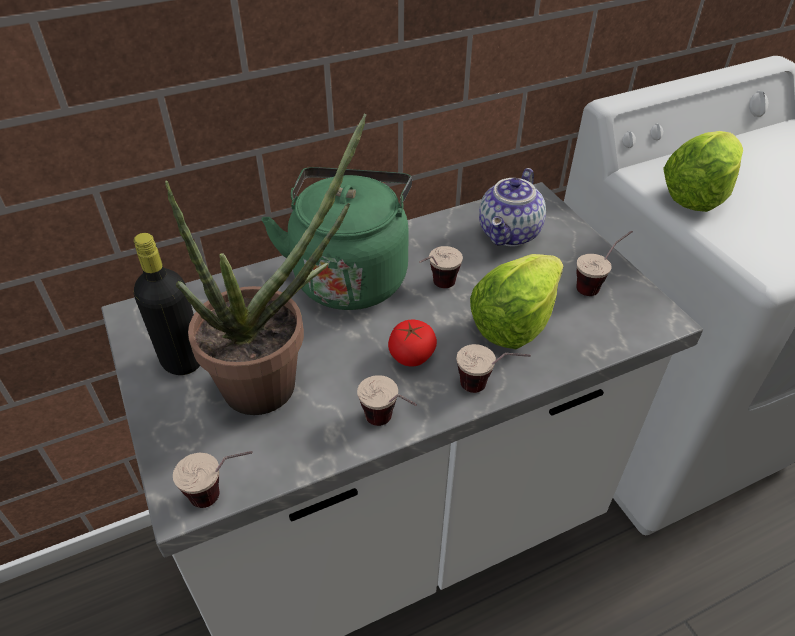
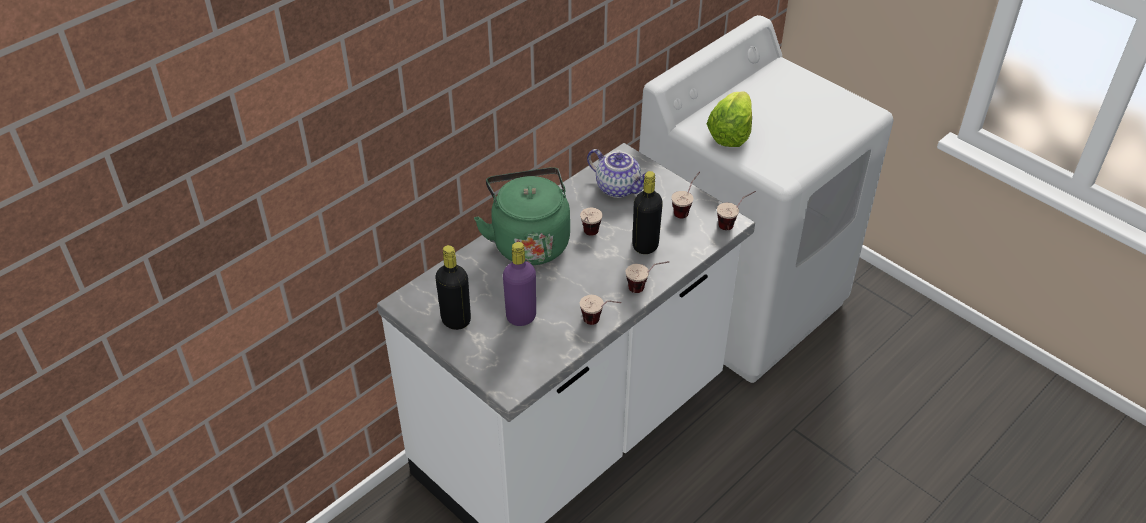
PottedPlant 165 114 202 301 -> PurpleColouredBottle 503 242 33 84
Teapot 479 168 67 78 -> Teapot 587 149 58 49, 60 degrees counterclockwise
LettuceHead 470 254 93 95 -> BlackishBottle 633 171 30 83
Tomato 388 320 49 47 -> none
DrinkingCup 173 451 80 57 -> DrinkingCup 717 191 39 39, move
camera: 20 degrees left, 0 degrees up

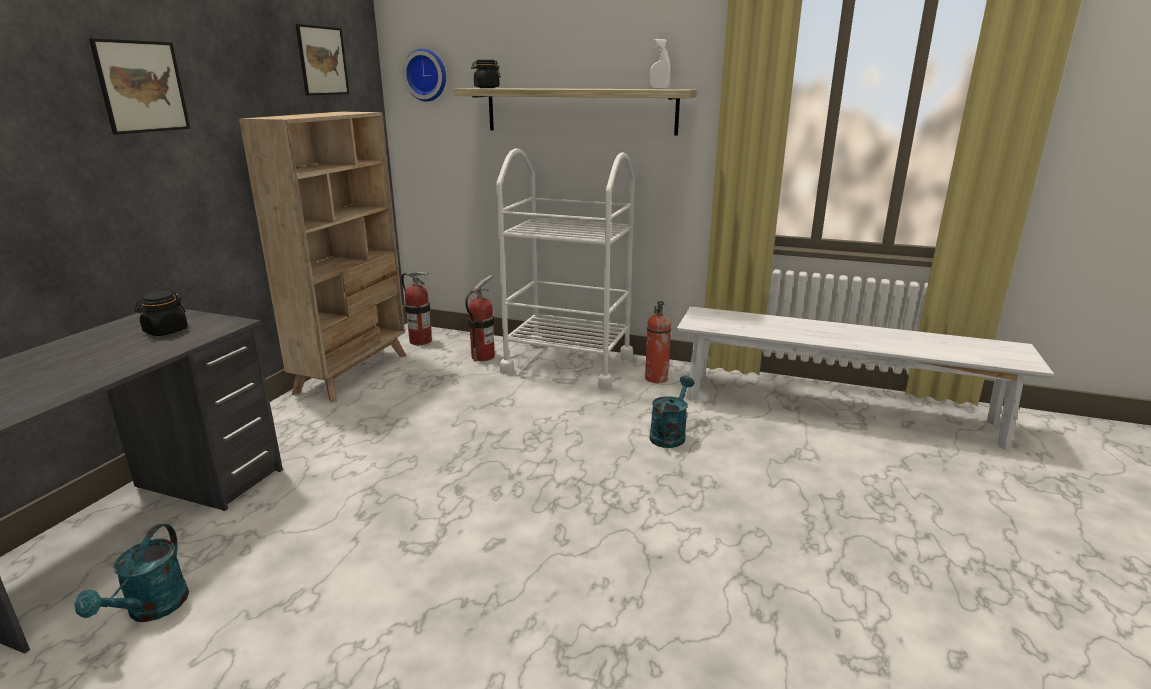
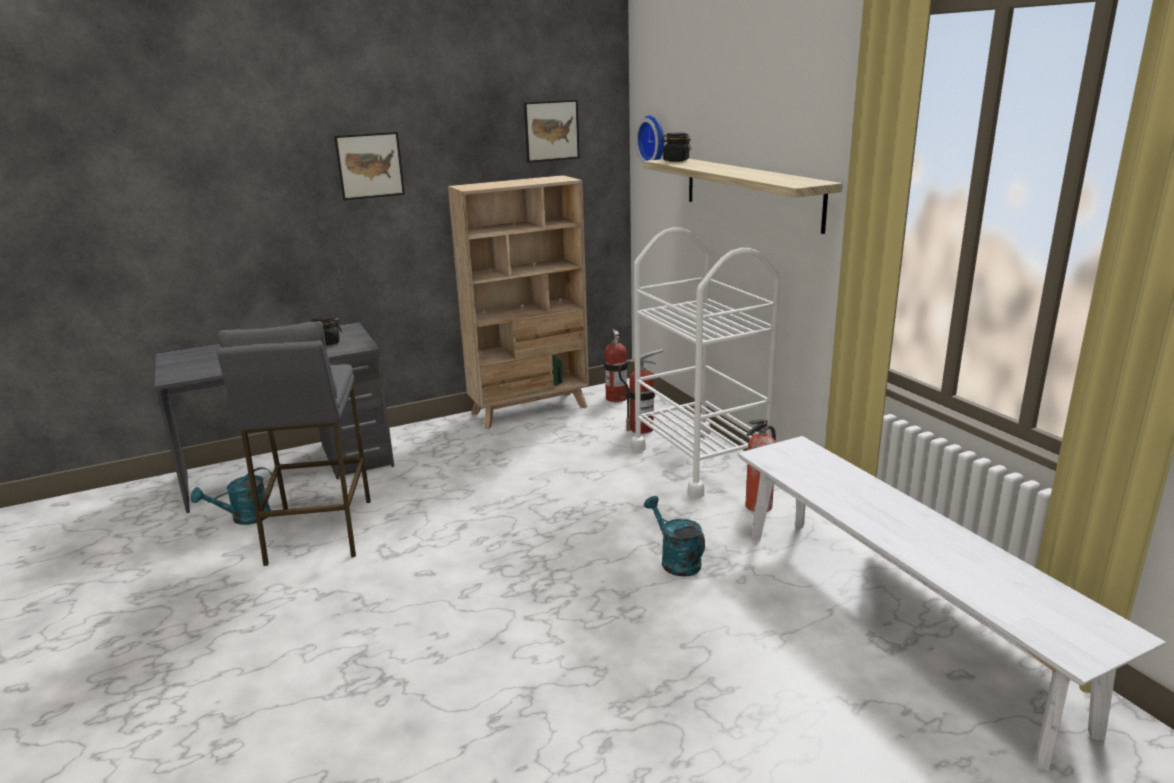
WhitishSprayBottle 650 39 20 50 -> none
BlueGreenWateringCan 650 376 45 72 -> BlueGreenWateringCan 644 496 61 81, 105 degrees counterclockwise
none -> GrayStoolSeat 217 321 154 245
camera: 45 degrees right, 0 degrees up

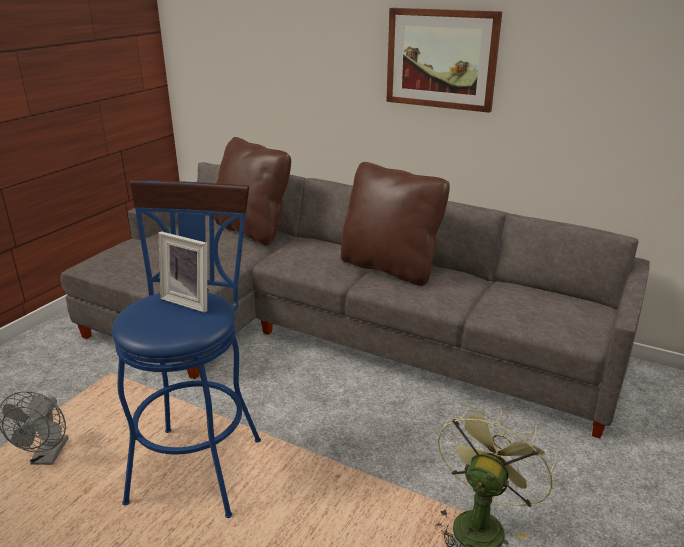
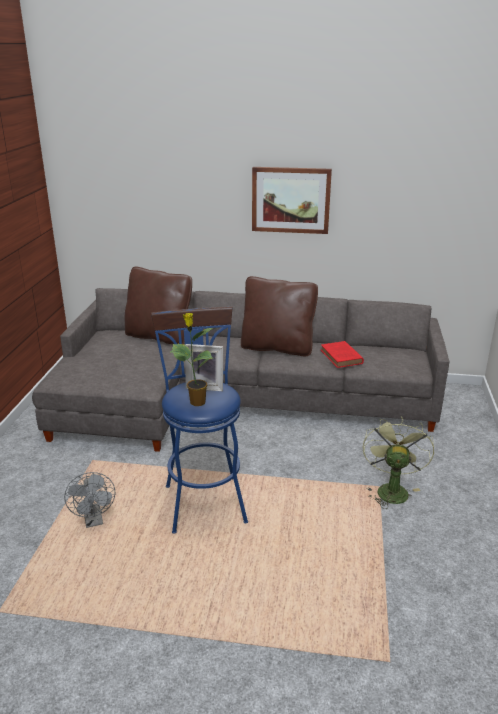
none -> PottedPlant 170 313 45 93
none -> RedBoundBook 321 341 43 27
camera: 20 degrees left, 0 degrees up

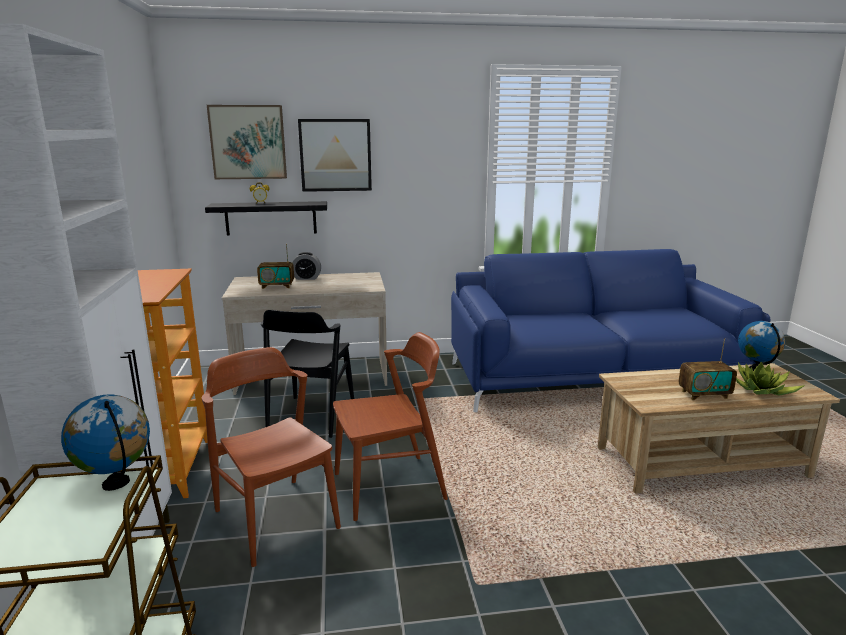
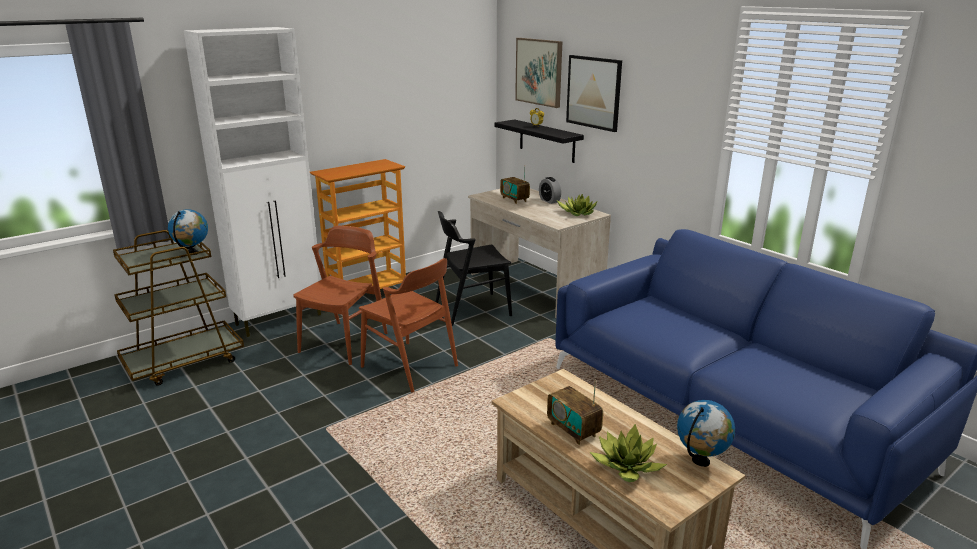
none -> PottedPlant 557 194 41 22
camera: 60 degrees right, 5 degrees up

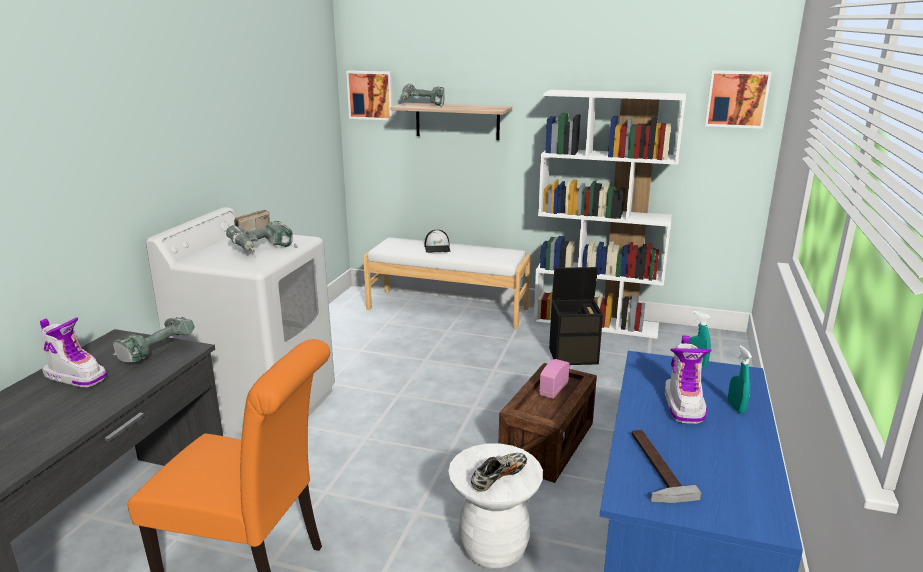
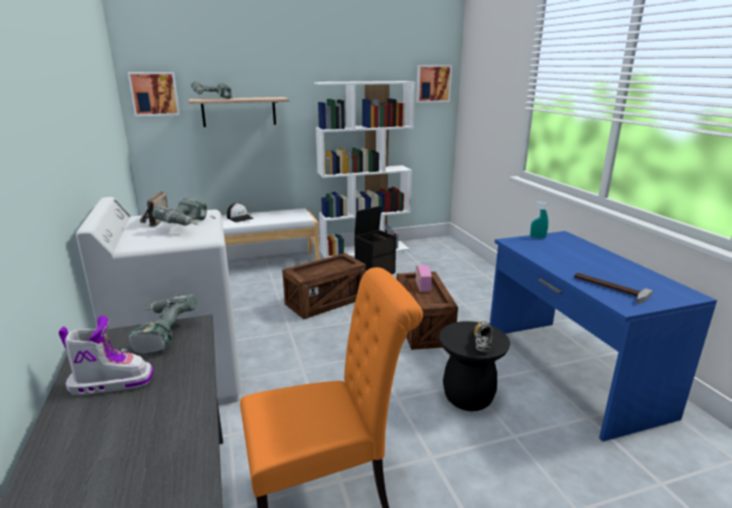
HighTopBoot 665 335 47 89 -> none
BlueGreenSprayBottle 728 346 24 68 -> none
WhitishStoolSeat 448 443 95 126 -> BlackishStoolSeat 439 321 71 90
none -> PackingCrate 282 253 84 66
camera: 35 degrees left, 0 degrees up

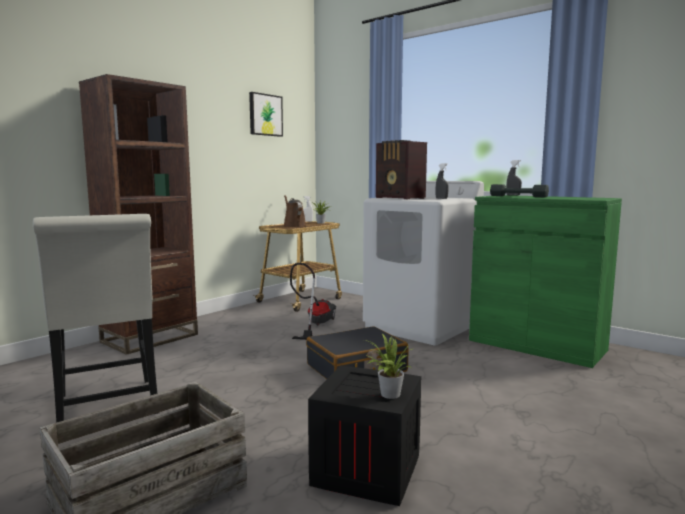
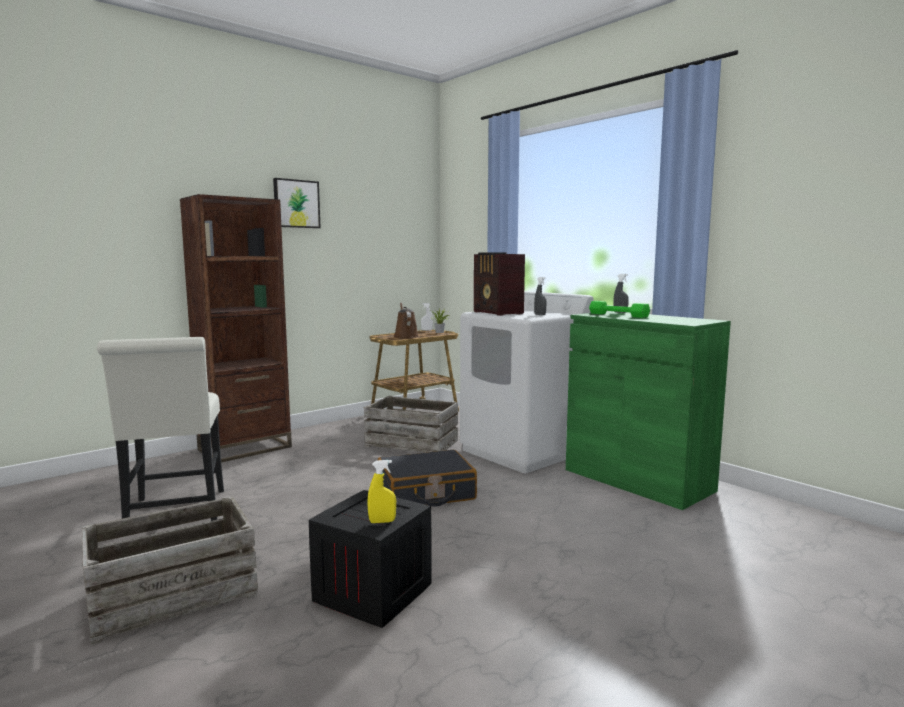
Picture 249 92 34 45 -> Picture 273 178 48 50, move
GrayDumbbell 490 184 59 13 -> GreenColouredDumbbell 589 301 61 17
Vacuum 290 263 46 77 -> PackingCrate 364 396 94 57
PottedPlant 364 334 48 65 -> YellowishSprayBottle 367 460 29 63
camera: 10 degrees right, 0 degrees up

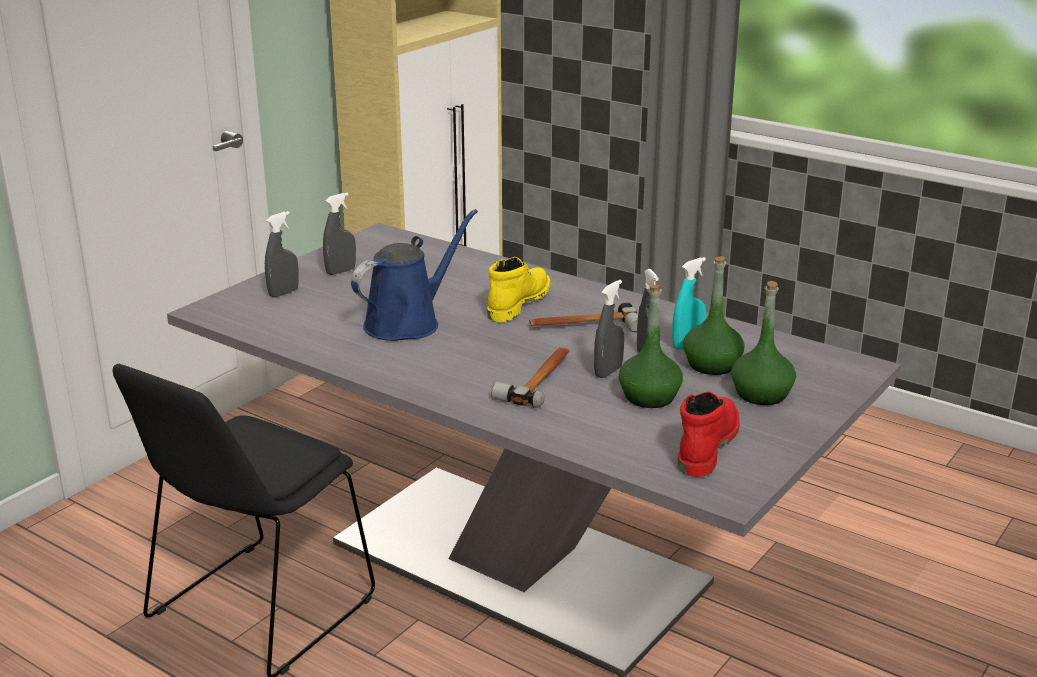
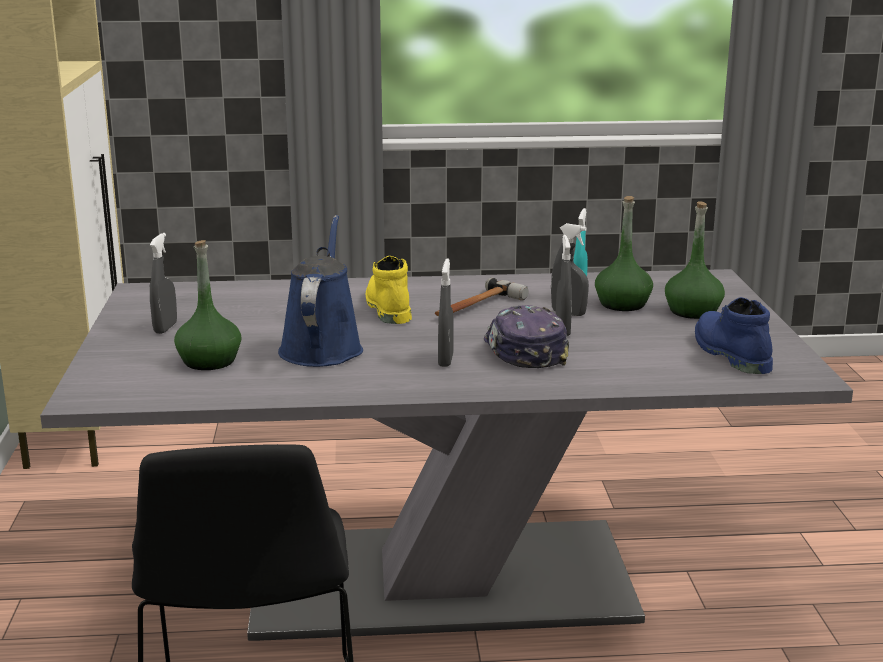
GraySprayBottle 265 211 34 87 -> GraySprayBottle 438 258 16 109, move
GreenColouredBottle 619 285 64 123 -> GreenColouredBottle 174 240 67 130, move
HandHammer 491 347 78 61 -> Cap 484 305 85 63
RedHighTopBoot 678 391 62 86 -> BluishHighTopBoot 695 297 78 77
camera: 40 degrees left, 5 degrees down

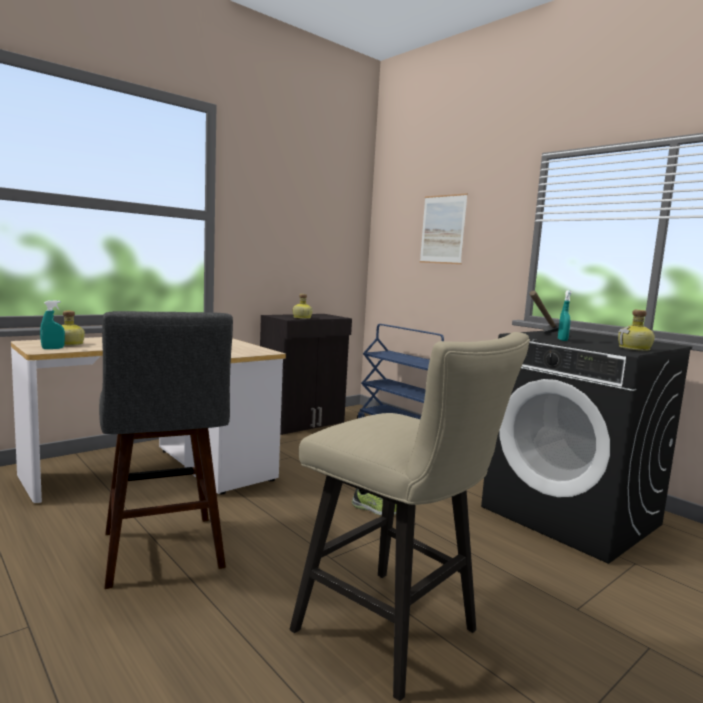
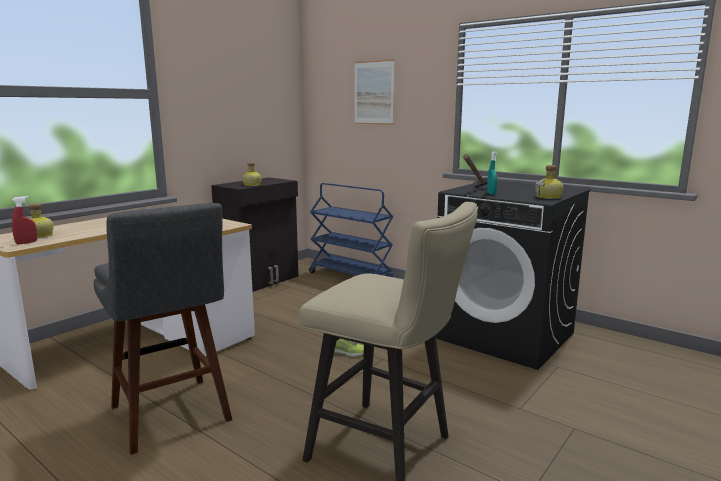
BlueGreenSprayBottle 40 300 25 49 -> RedSprayBottle 12 196 25 48
camera: 10 degrees left, 5 degrees up

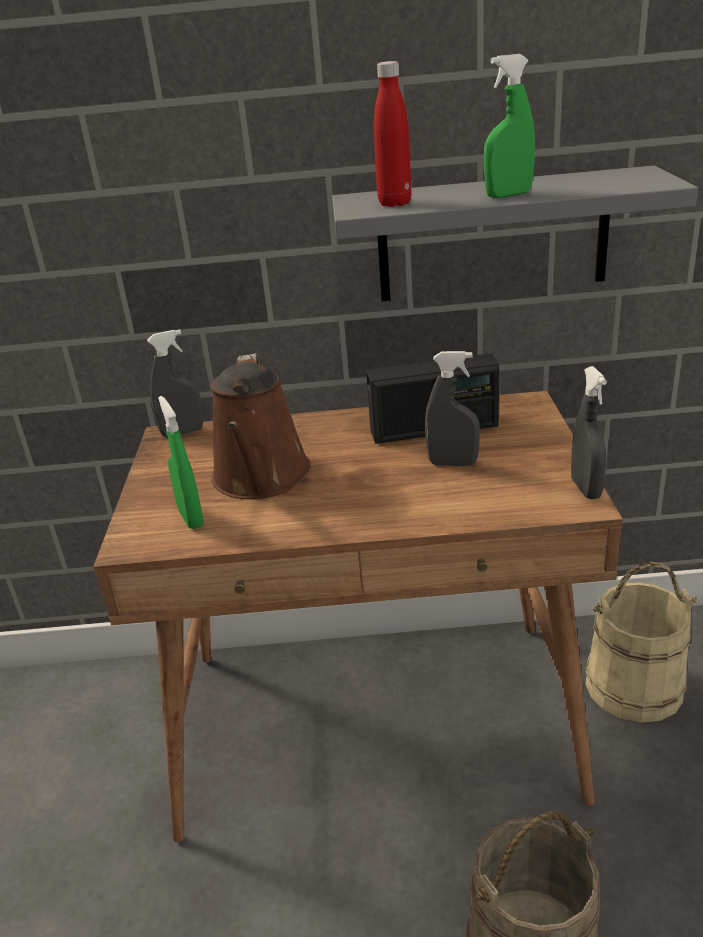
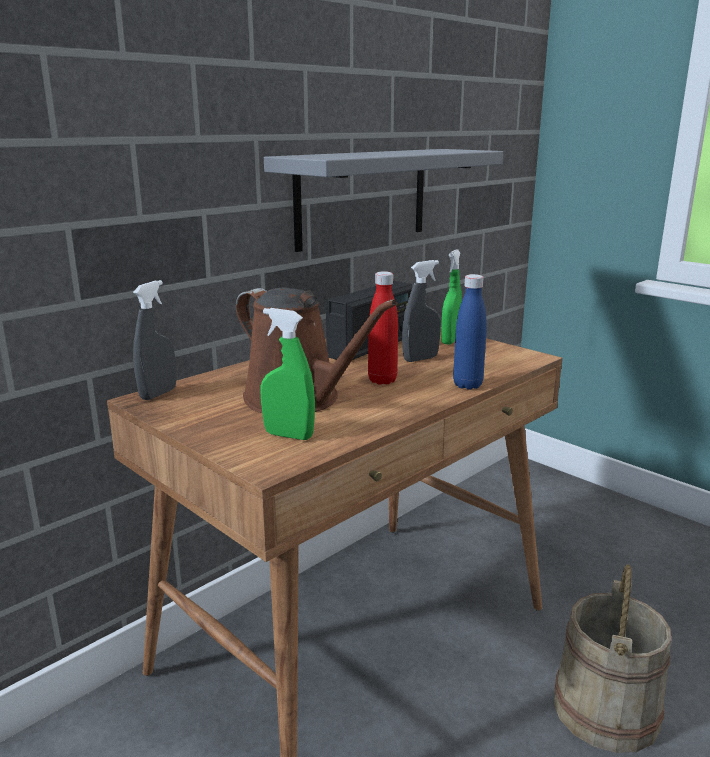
GreenColouredSprayBottle 484 54 51 144 -> GreenColouredSprayBottle 441 249 21 96, move
RedBottle 374 61 38 146 -> RedBottle 368 271 30 114, move
GraySprayBottle 571 366 36 133 -> none
BeigeBucket 585 562 113 161 -> none
none -> BluishBottle 453 274 34 116
camera: 45 degrees left, 10 degrees down

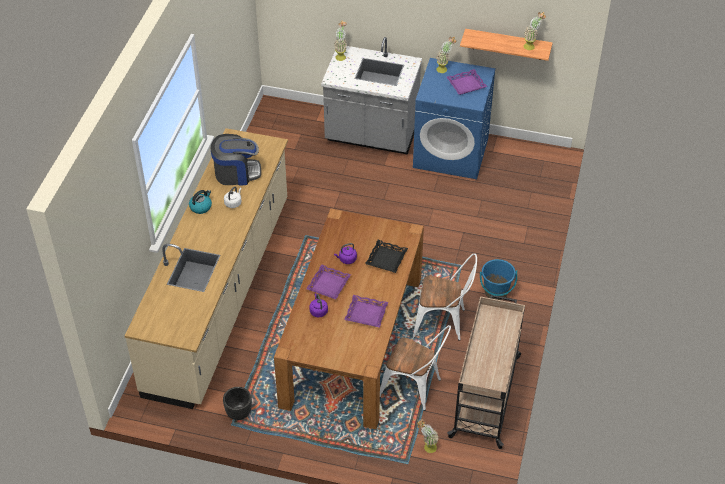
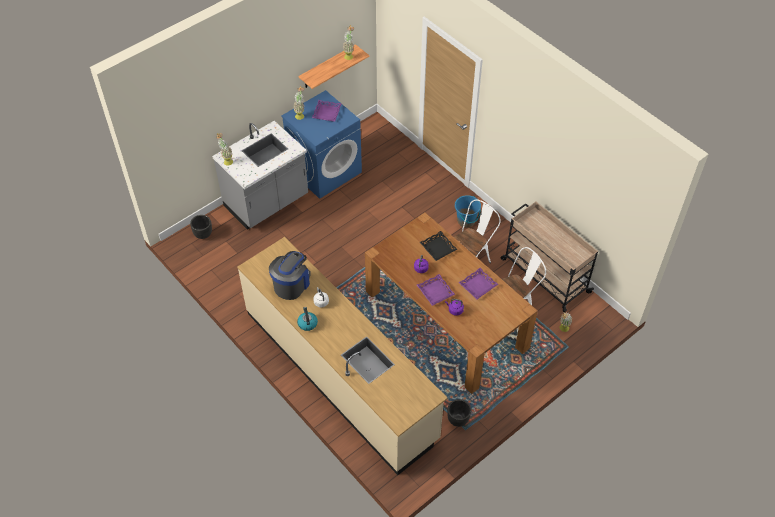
none -> BlackishFlowerPot 190 215 22 24
camera: 55 degrees left, 5 degrees up

